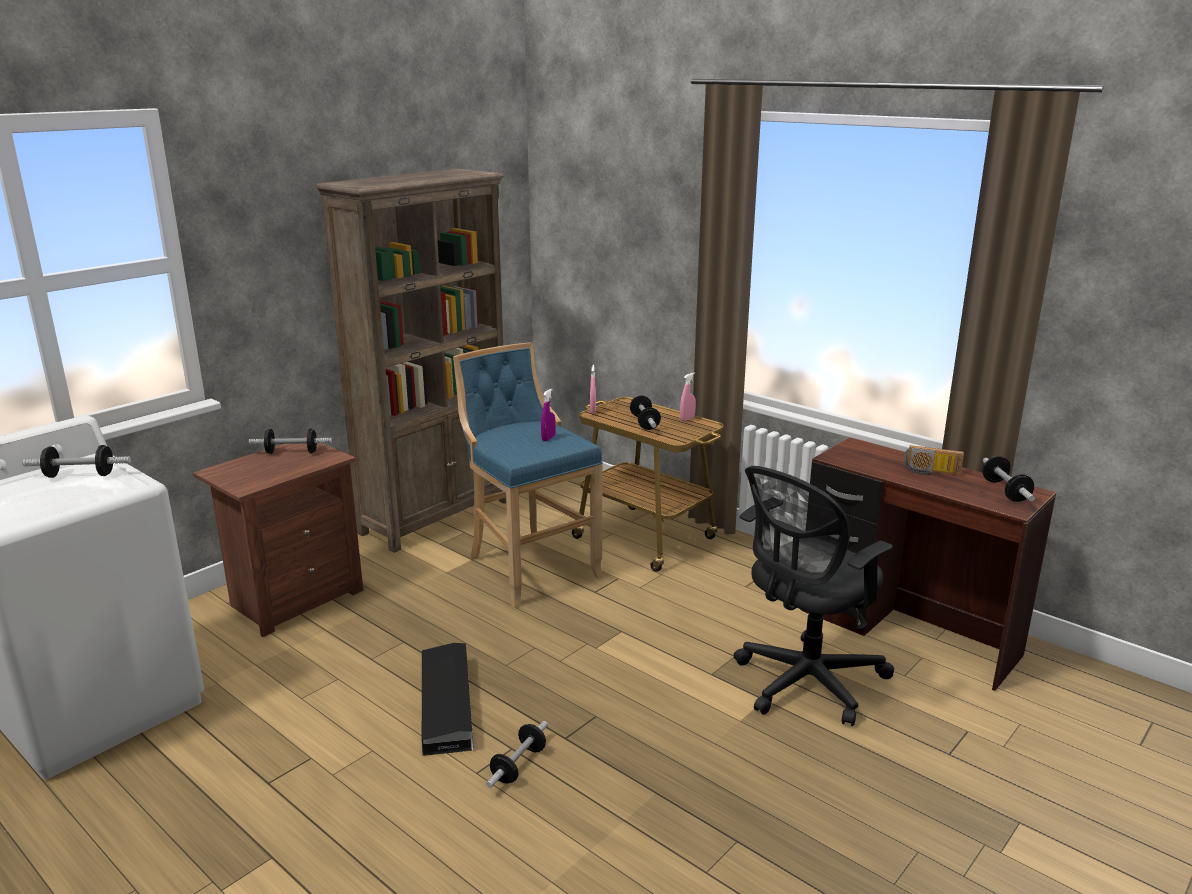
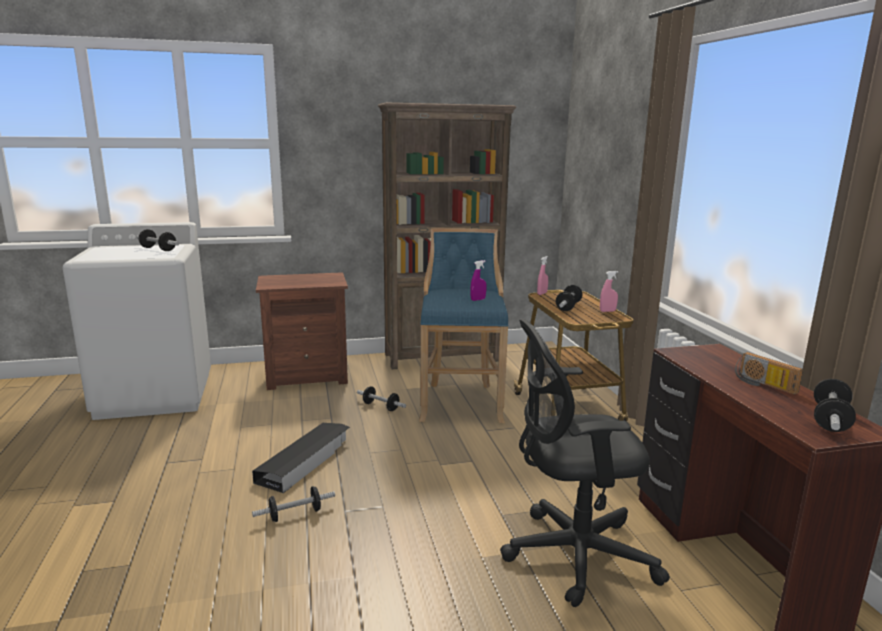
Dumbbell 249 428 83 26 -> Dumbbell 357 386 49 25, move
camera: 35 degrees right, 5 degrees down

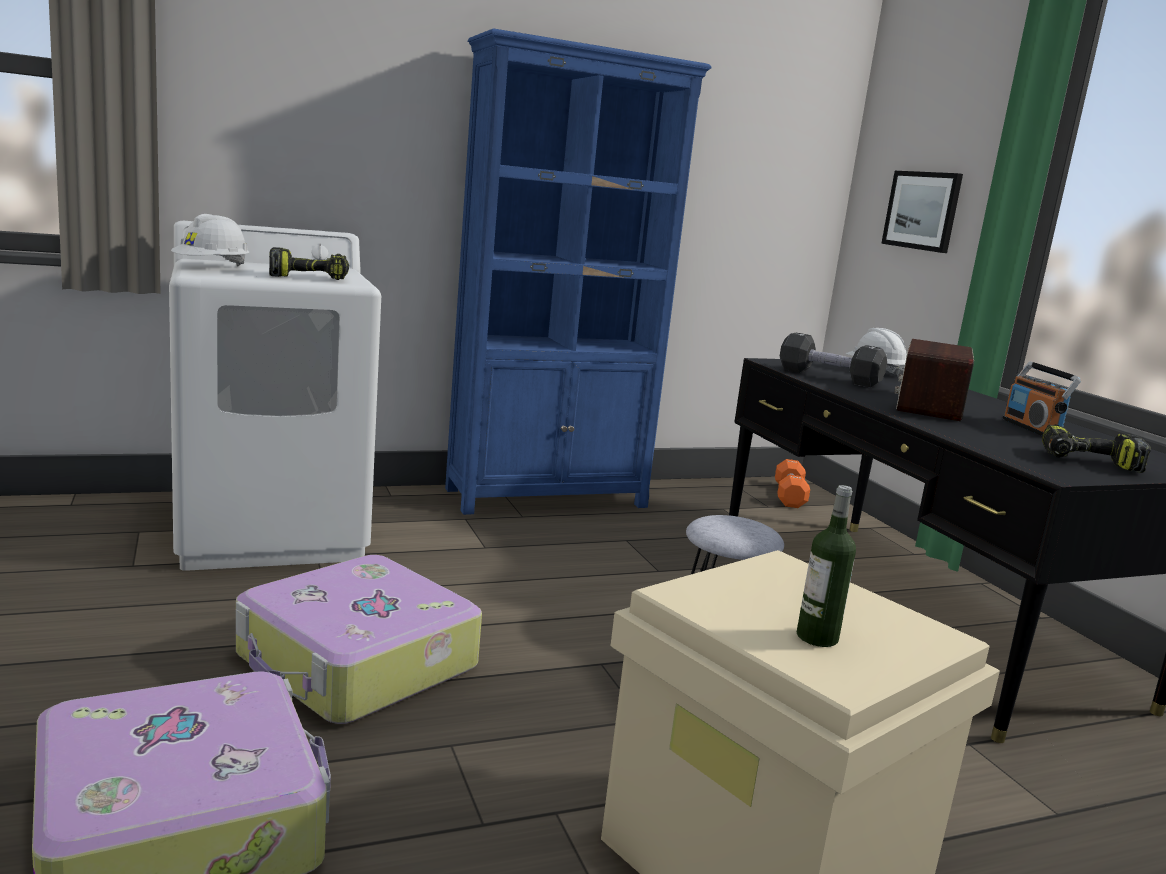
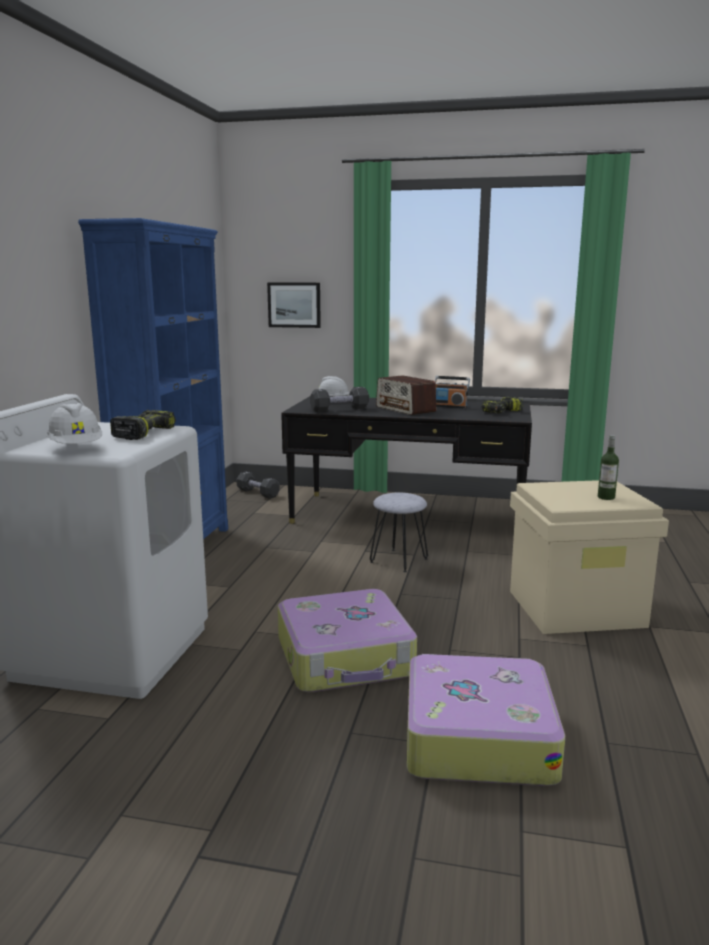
OrangeDumbbell 775 459 35 49 -> BlackishDumbbell 237 471 43 28
camera: 55 degrees left, 0 degrees up

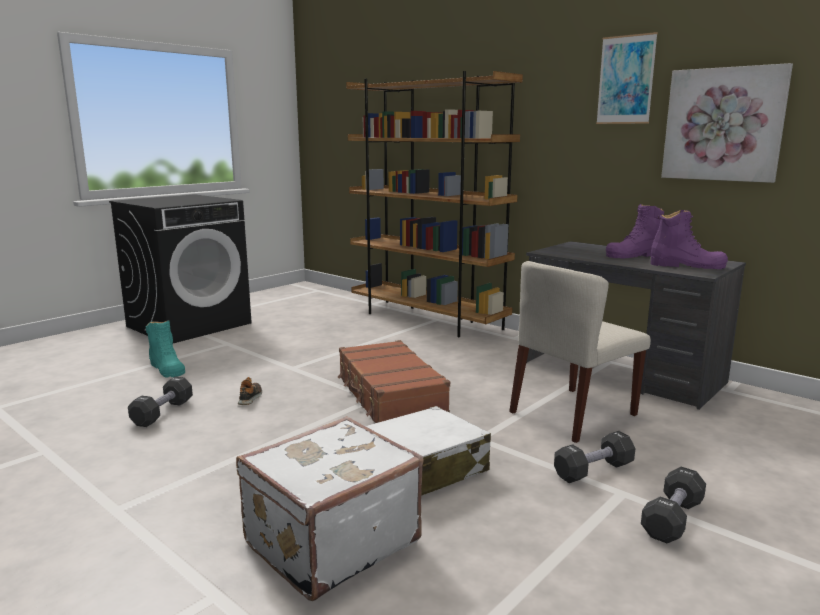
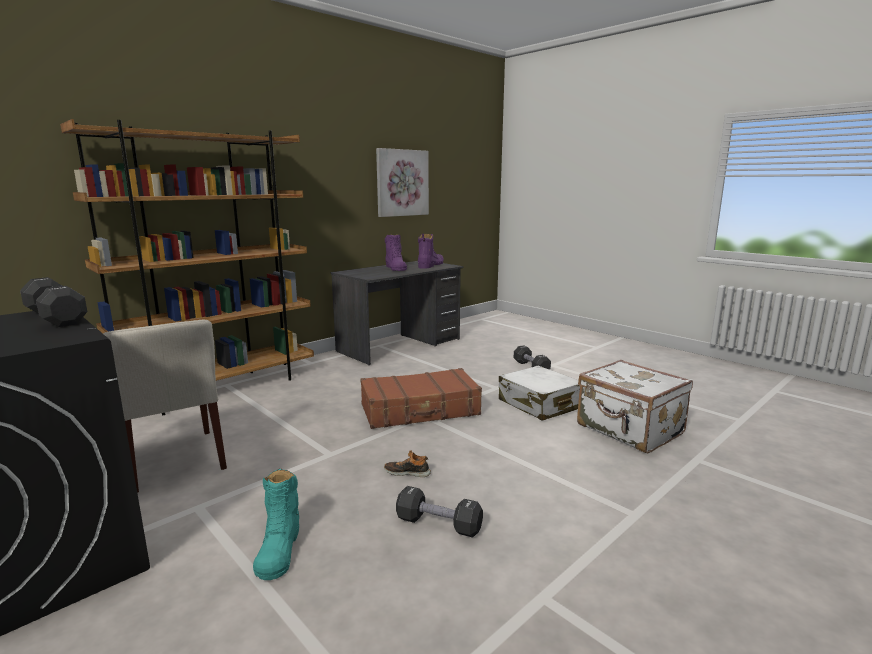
Picture 596 32 62 92 -> none
BeigePlainChair 509 261 142 182 -> BeigePlainChair 103 320 124 173, move
BlueGreenHighTopBoot 146 320 39 58 -> BlueGreenHighTopBoot 253 469 46 111, 120 degrees clockwise
BlackishDumbbell 641 467 65 76 -> BlackishDumbbell 20 277 67 50, move
camera: 85 degrees left, 0 degrees up

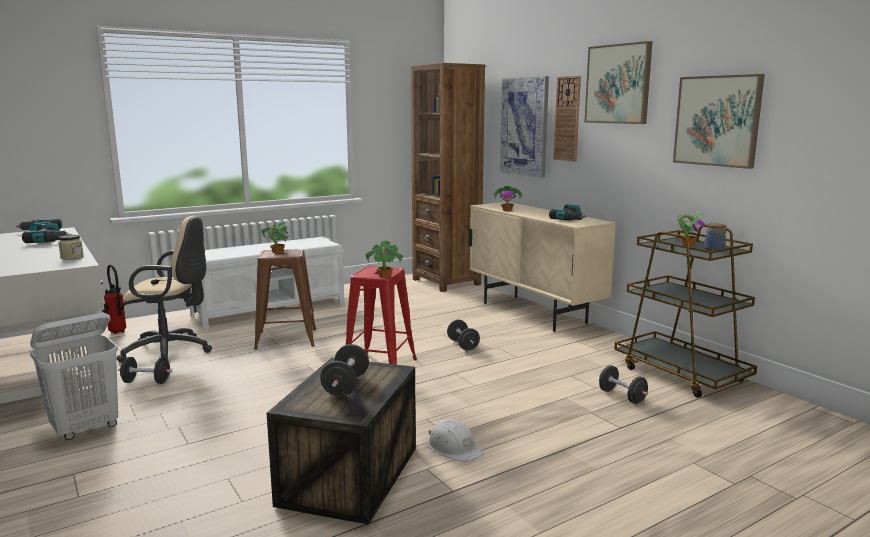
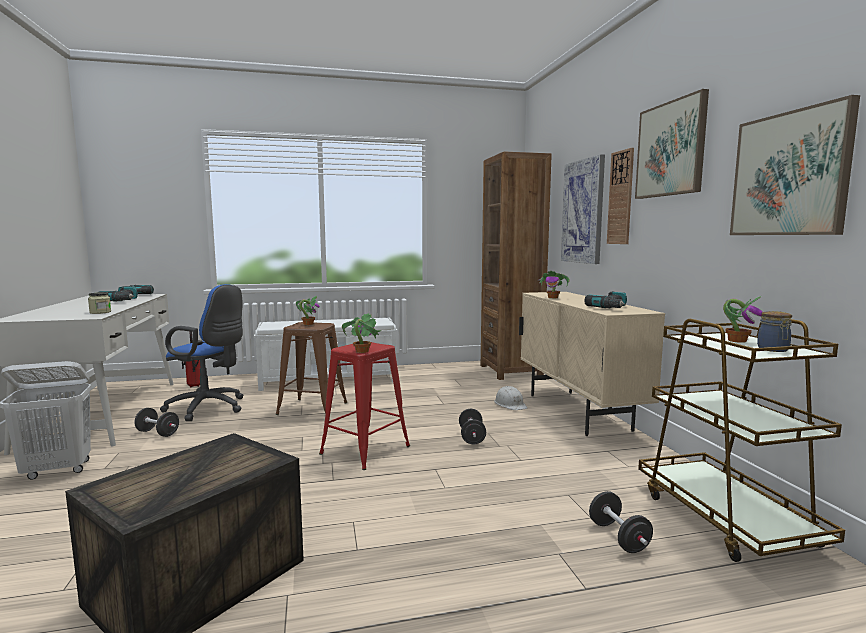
BeigeDeskChair 116 216 96 147 -> BluishDeskChair 160 284 84 137
BlackishDumbbell 320 344 49 53 -> none
WhitishHardHat 427 419 56 43 -> WhitishHardHat 494 386 33 24, move
camera: 20 degrees right, 5 degrees down

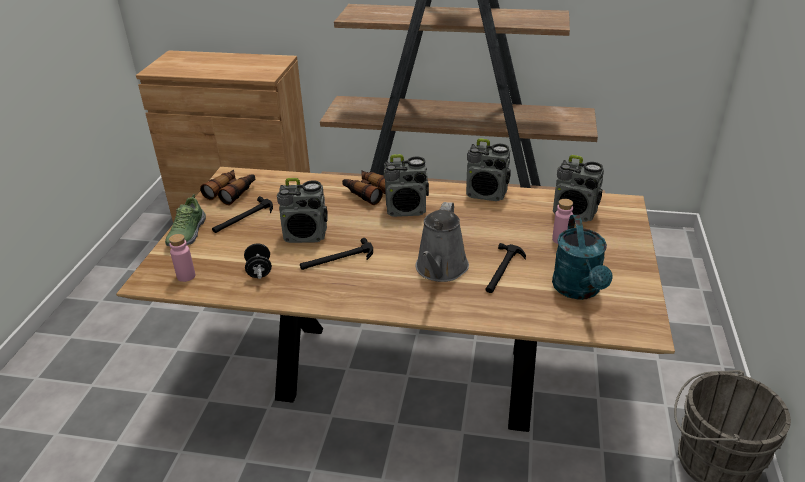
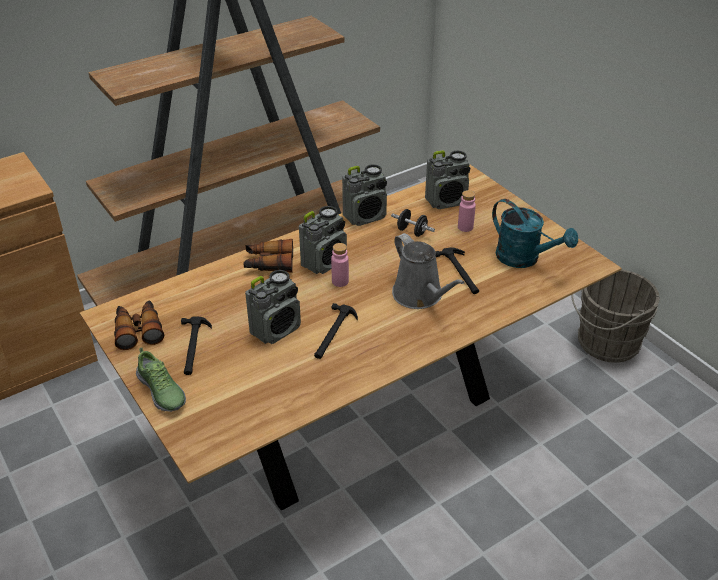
PinkBottle 169 234 26 48 -> PinkBottle 331 243 18 44, move
BlackishDumbbell 244 243 28 36 -> BlackishDumbbell 391 209 44 28, move
camera: 45 degrees left, 5 degrees up

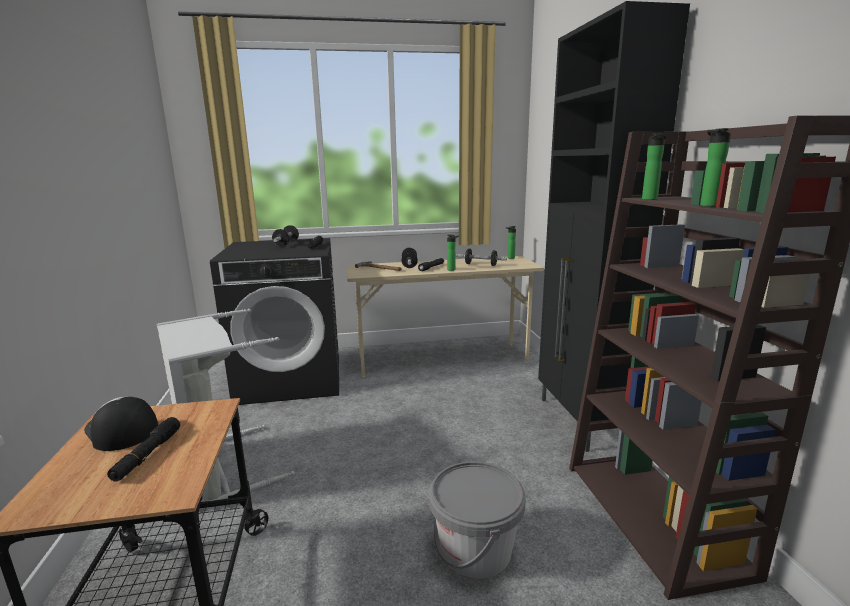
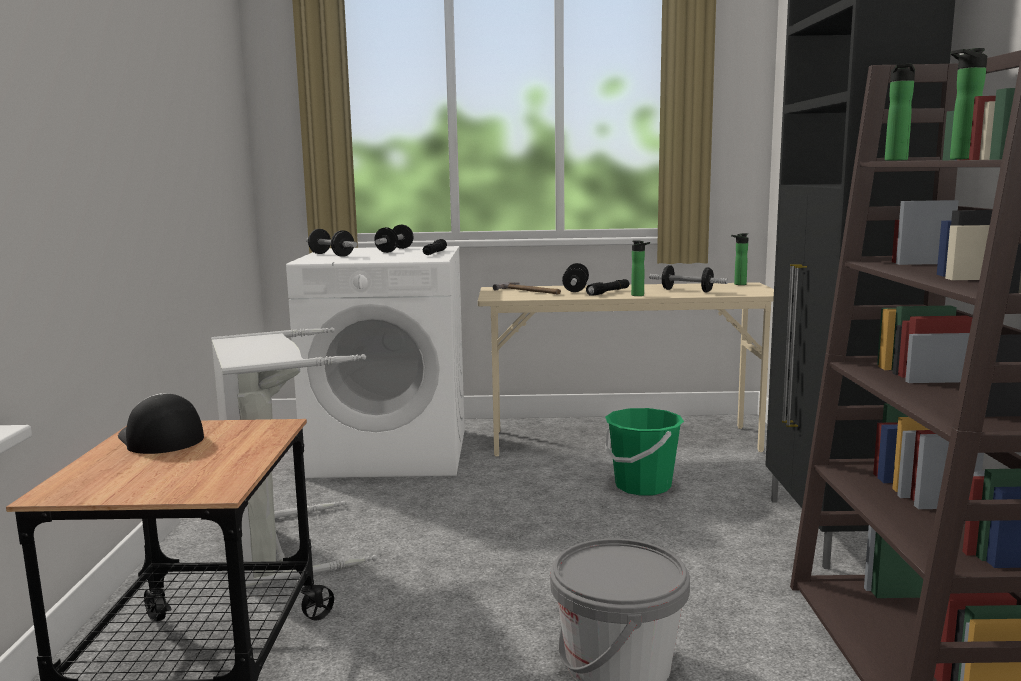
BlackishWashingMachine 210 238 129 167 -> WhitishWashingMachine 286 246 179 232
BlackishTorch 107 417 73 65 -> none
none -> Dumbbell 306 229 51 28
none -> GreenColouredBucket 605 408 79 88
camera: 10 degrees right, 5 degrees down

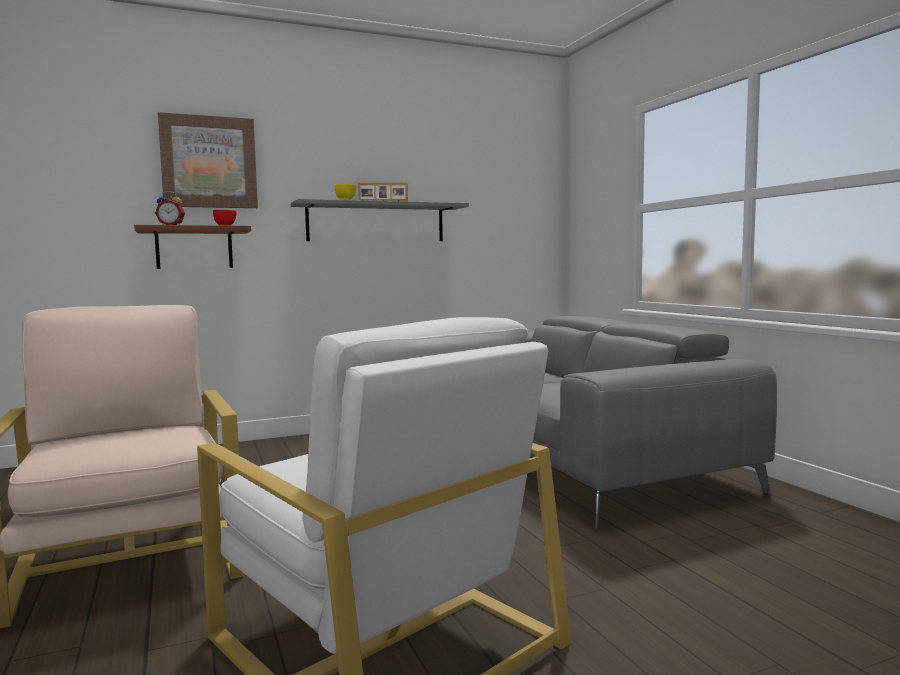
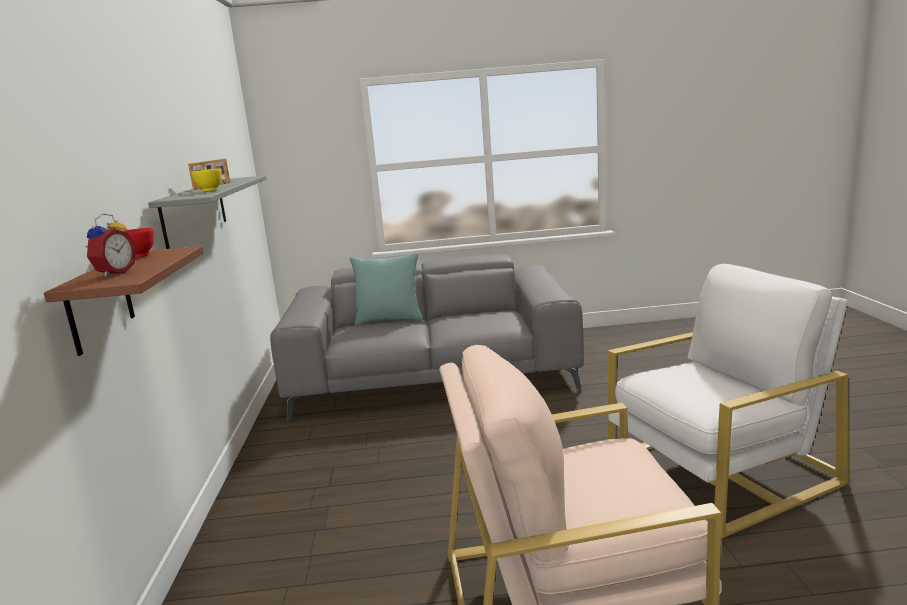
Picture 158 112 100 96 -> none
none -> BlueGreenThrowPillow 350 253 73 72
camera: 70 degrees left, 10 degrees up

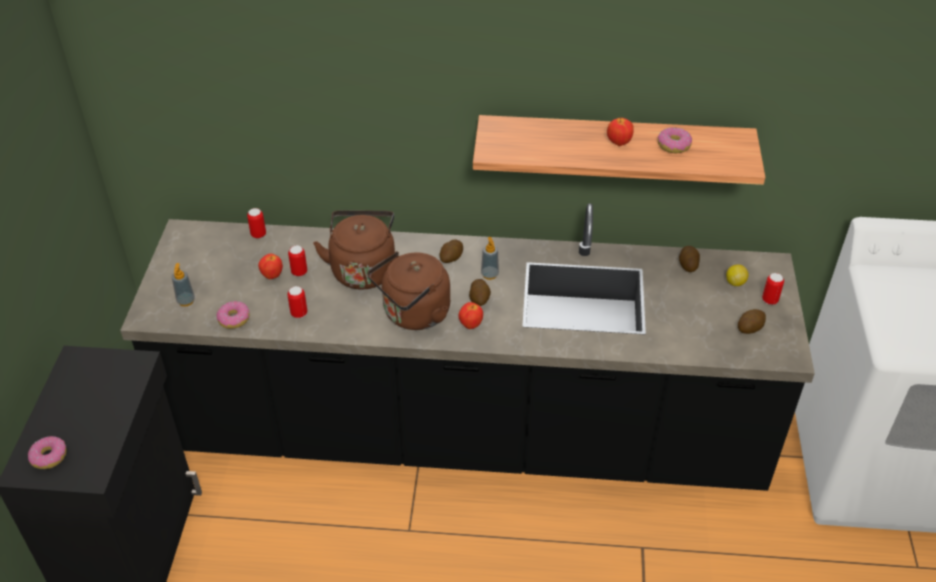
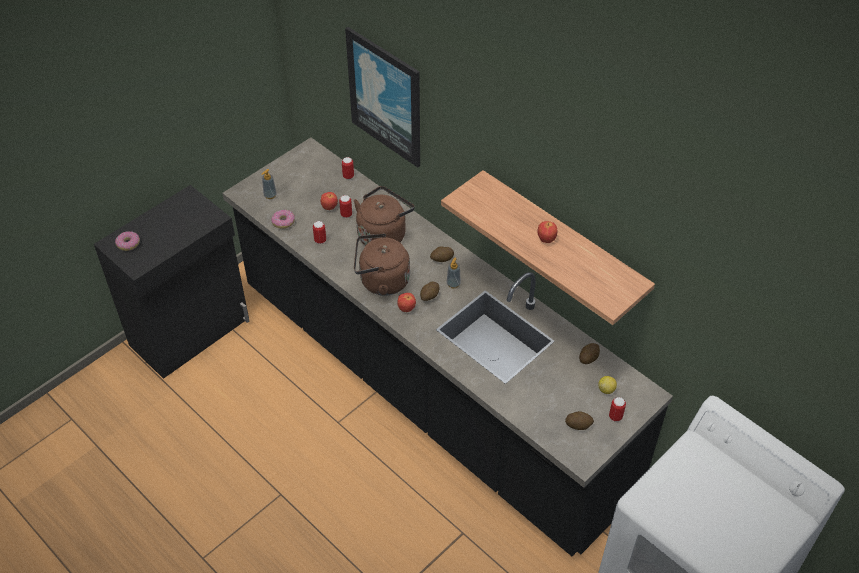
Doughnut 658 127 34 26 -> none
none -> Picture 345 27 75 141
camera: 40 degrees right, 5 degrees up

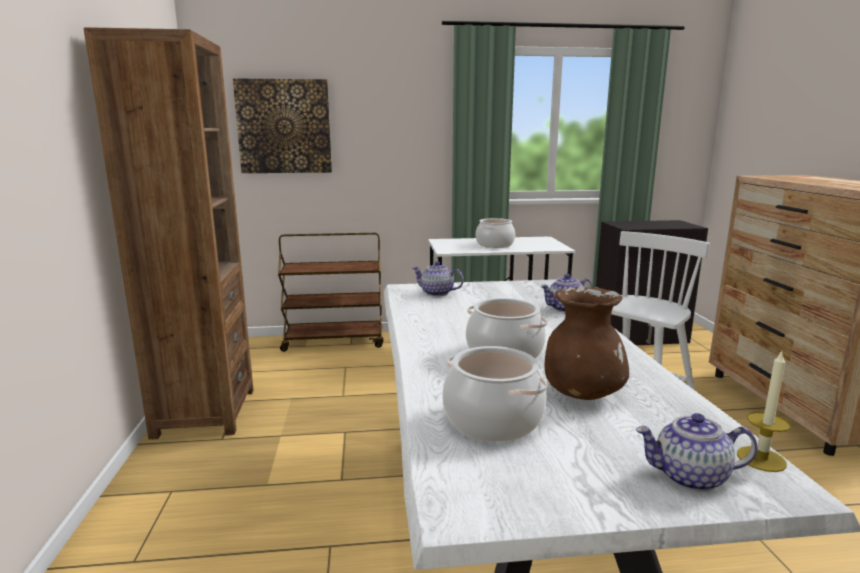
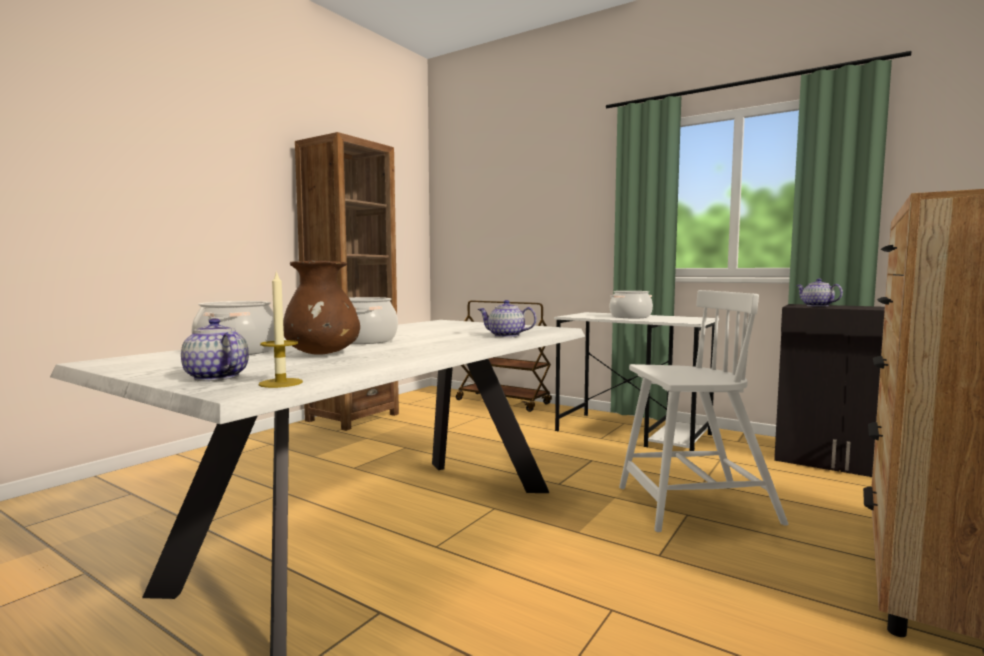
Picture 233 78 99 95 -> none
Teapot 412 261 52 35 -> Teapot 796 278 47 29, move
camera: 40 degrees right, 10 degrees down

